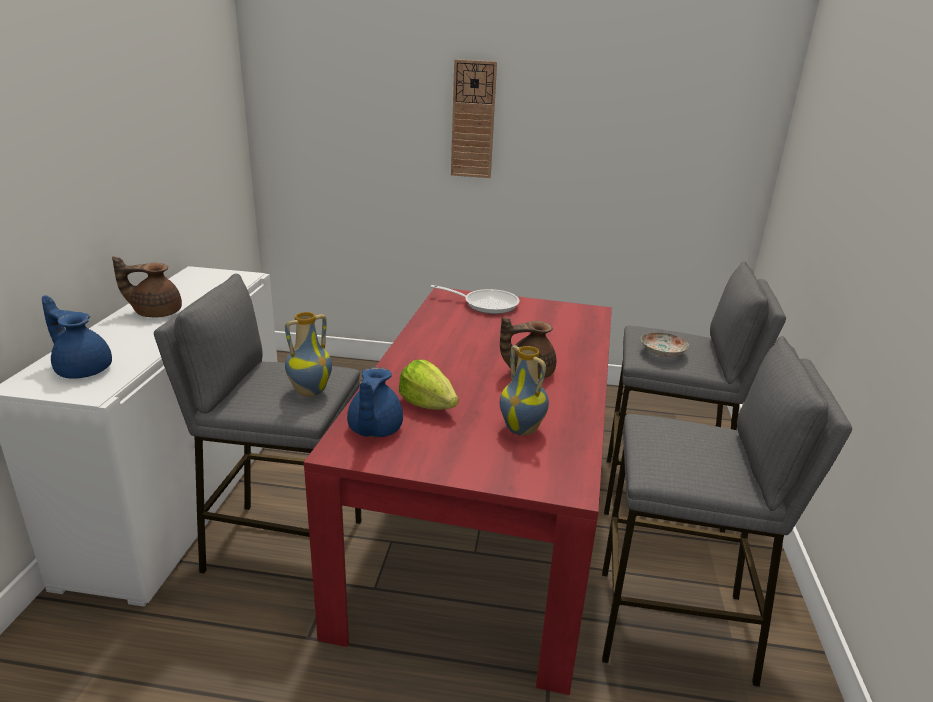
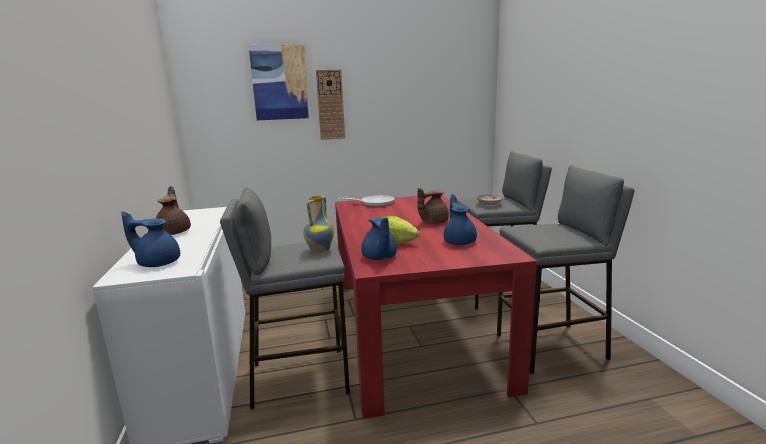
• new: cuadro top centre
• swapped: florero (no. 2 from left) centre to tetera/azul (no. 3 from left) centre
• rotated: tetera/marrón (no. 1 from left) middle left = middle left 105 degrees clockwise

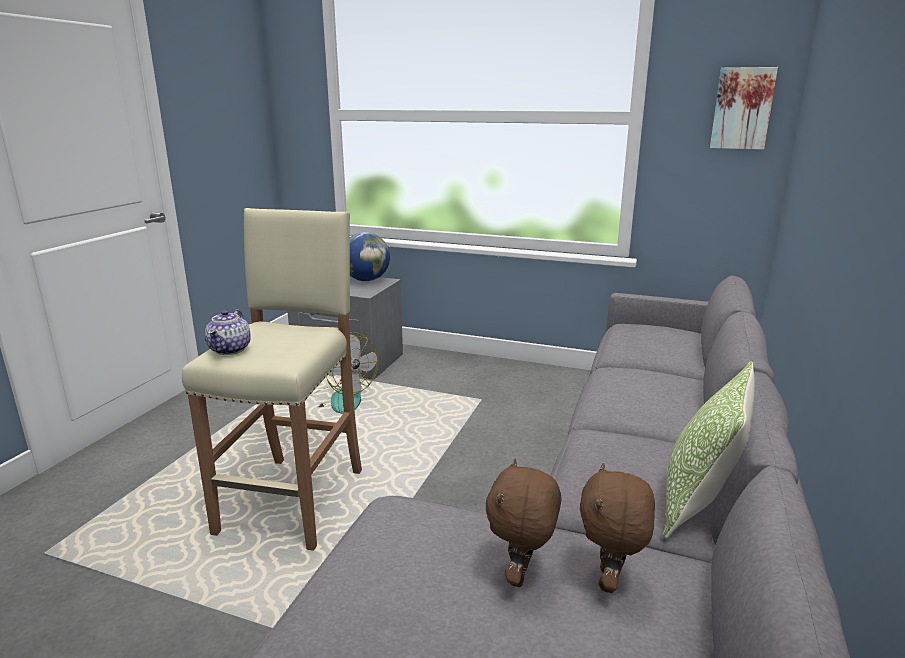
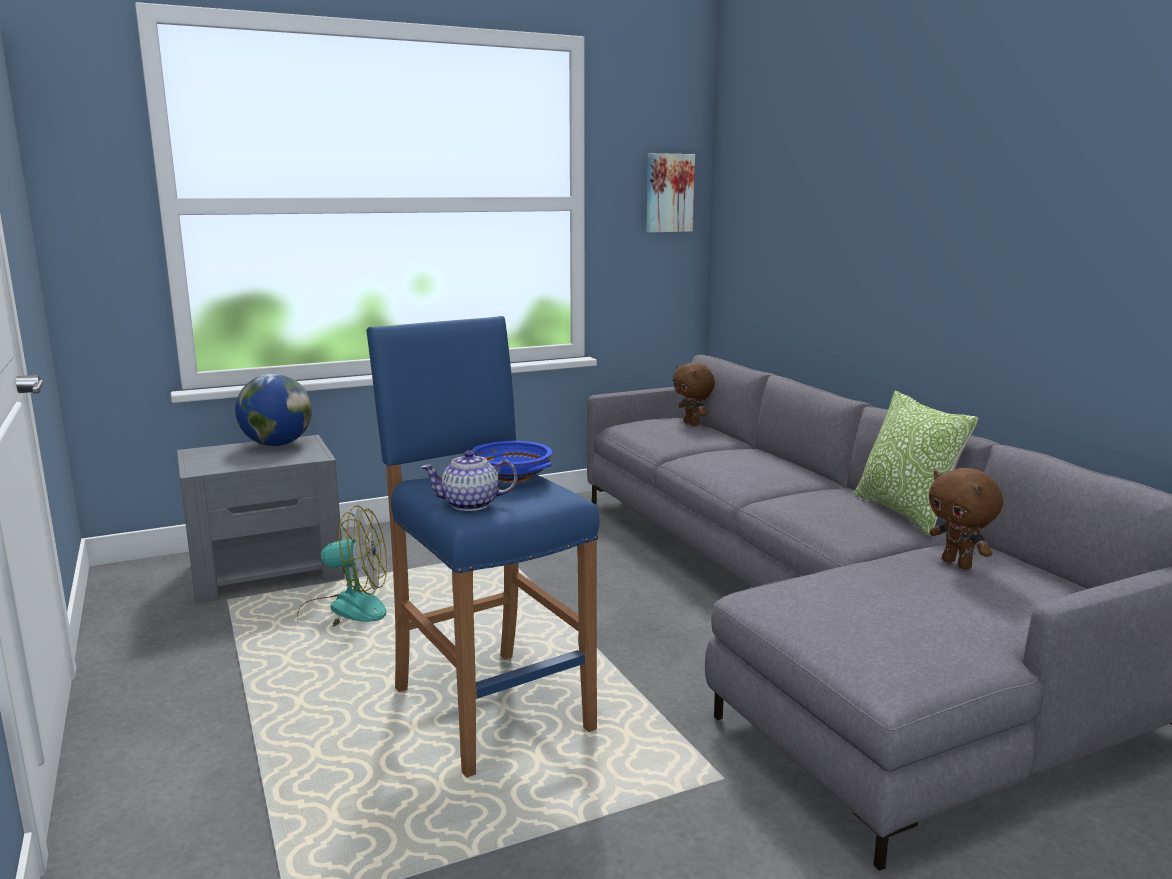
• new: cuenco/azul centre
• shifted: peluche/marrón (no. 1 from left) bottom centre to centre
• repainted: taburete/beis middle left to taburete/azul centre
• rotated: tetera middle left = centre 120 degrees clockwise

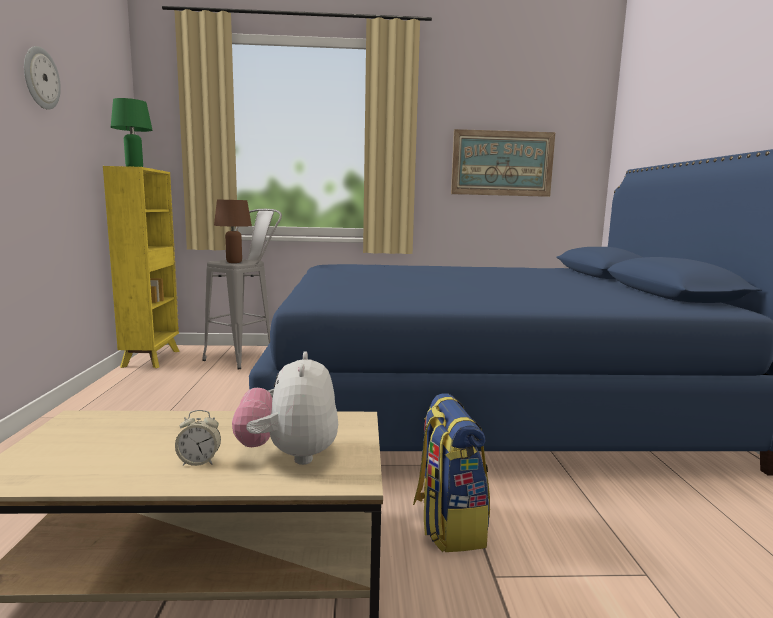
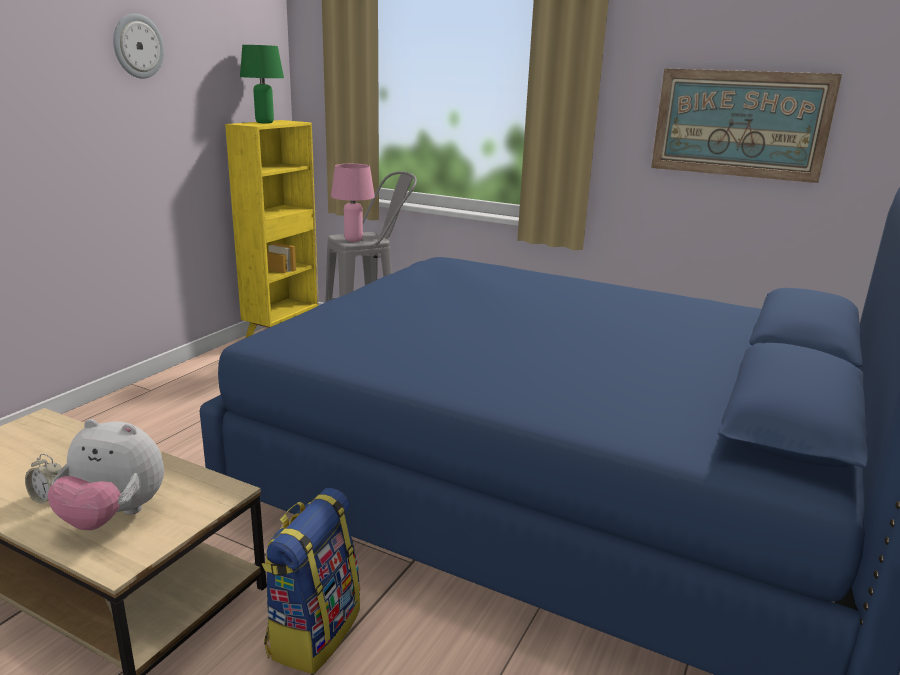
• repainted: lámpara de mesa/marrón middle left to lámpara de mesa/rosa top centre
• rotated: peluche centre = bottom left 105 degrees counterclockwise

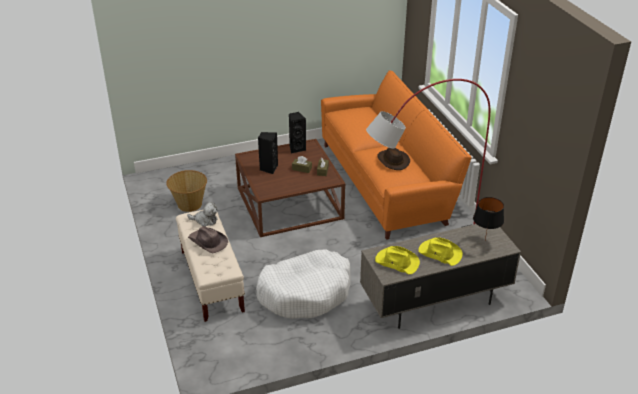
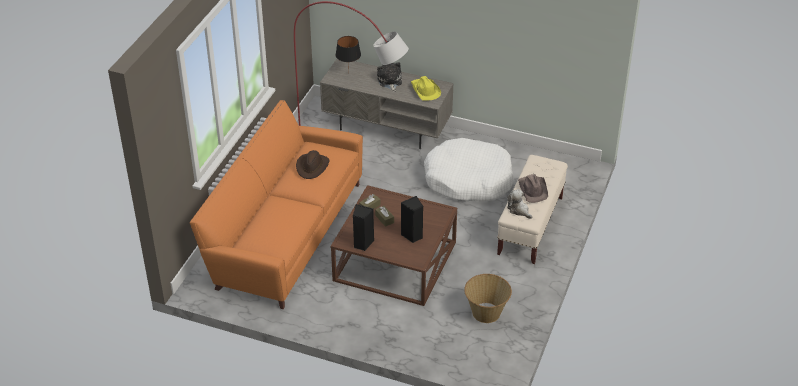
• swapped: sombrero/amarillo (no. 2 from left) middle right to peluche (no. 1 from left) top centre

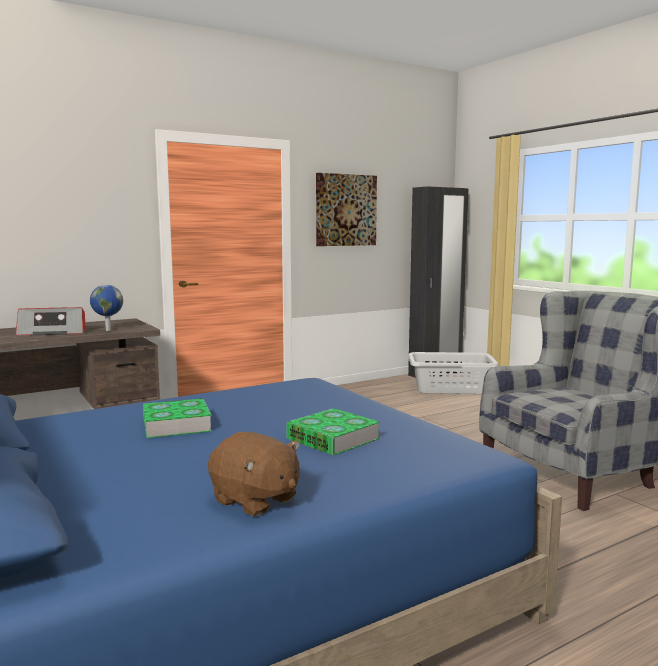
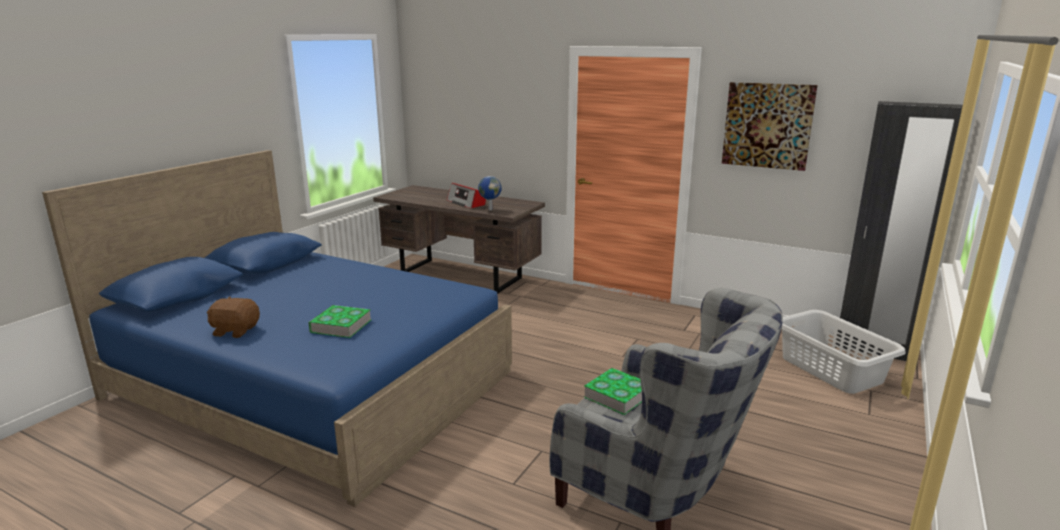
• shifted: libro (no. 1 from left in the first image) middle left to libro (no. 2 from left) bottom centre
• rotated: peluche/marrón bottom centre = middle left 90 degrees clockwise

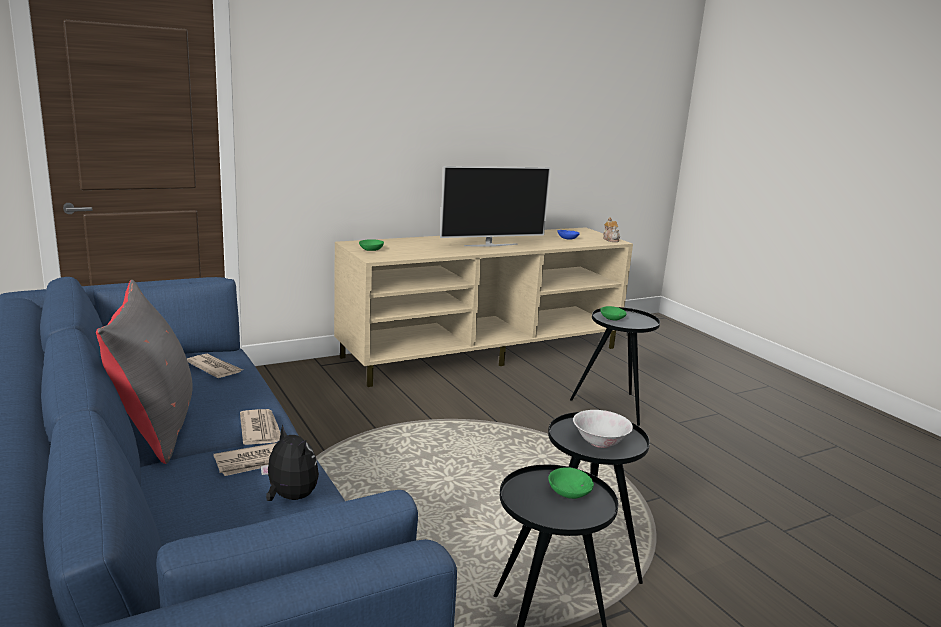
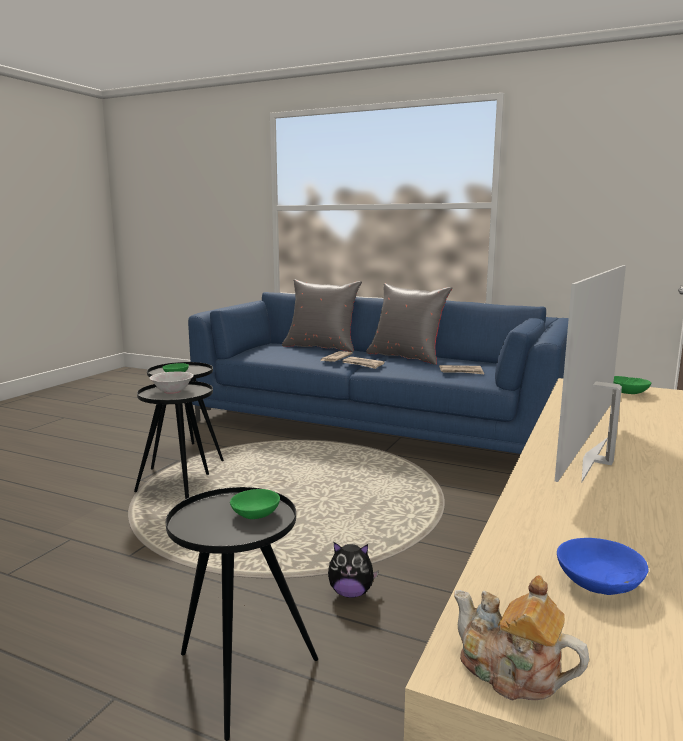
• new: cojín/gris (no. 1 from left) centre
• shifted: peluche bottom left to bottom centre

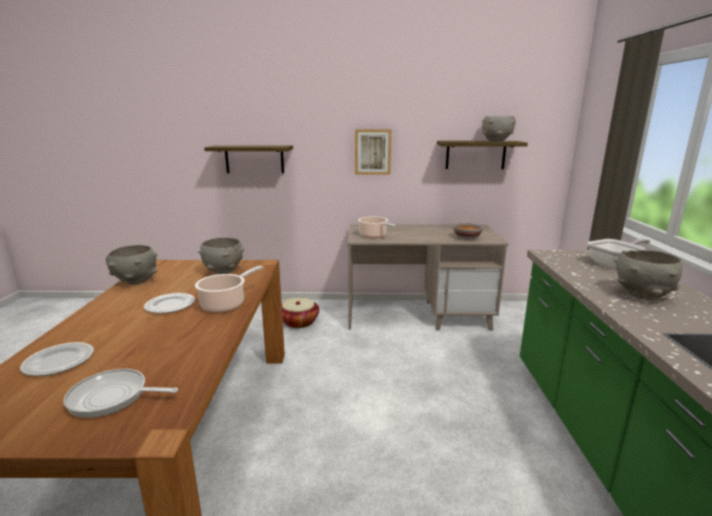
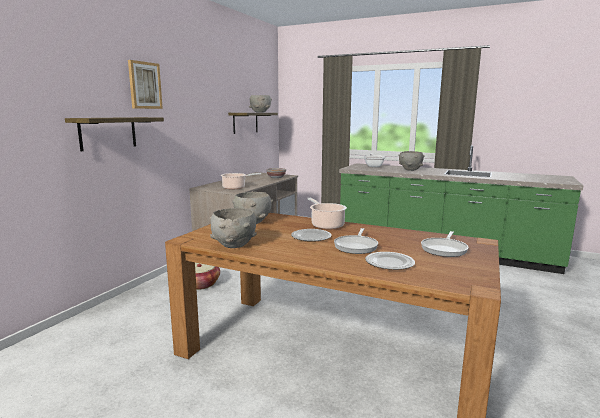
• new: sartén (no. 1 from left) centre
• shifted: cuadro top centre to top left

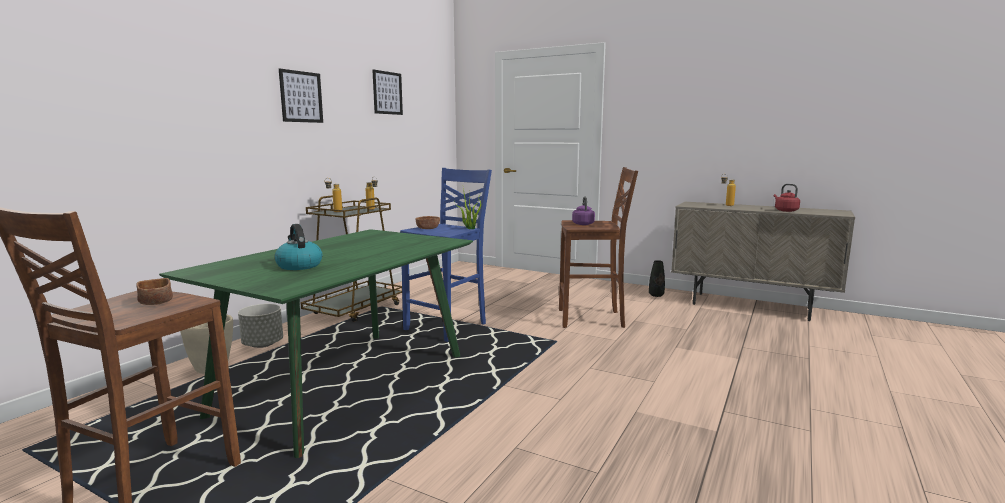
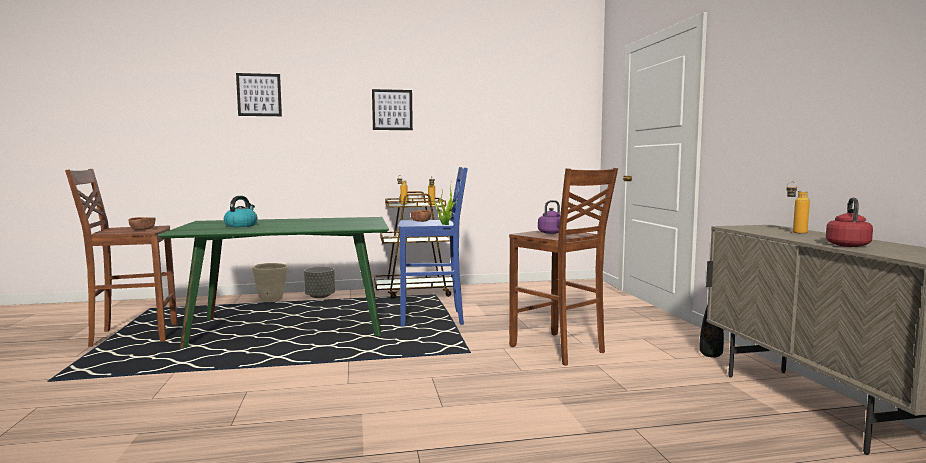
• shifted: cuadro (no. 2 from left in the first image) top centre to cuadro (no. 1 from left) top left

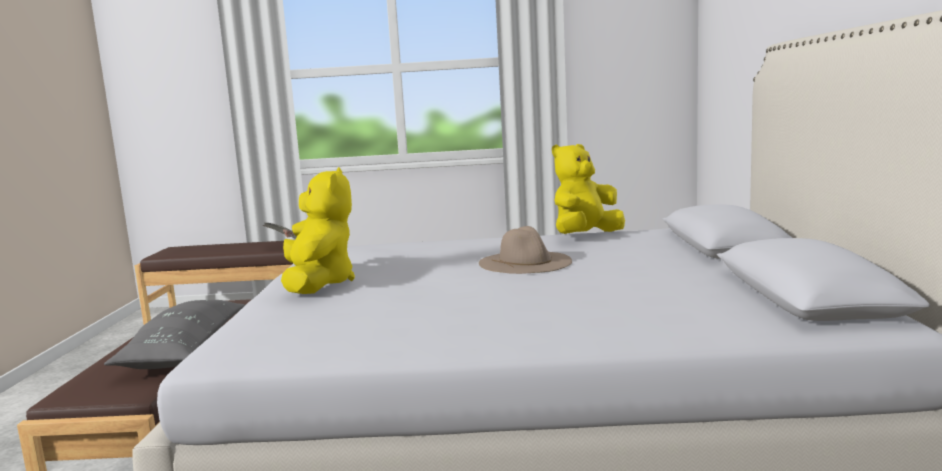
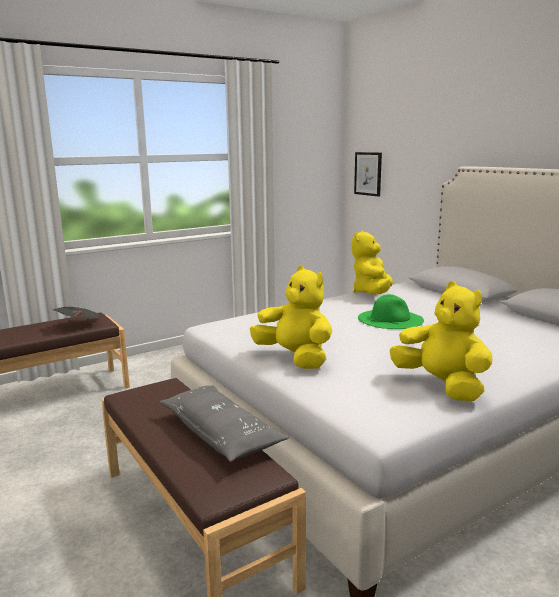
• new: cuadro top centre
• new: peluche/amarillo (no. 3 from left) middle right
• repainted: sombrero/beis centre to sombrero/verde middle right

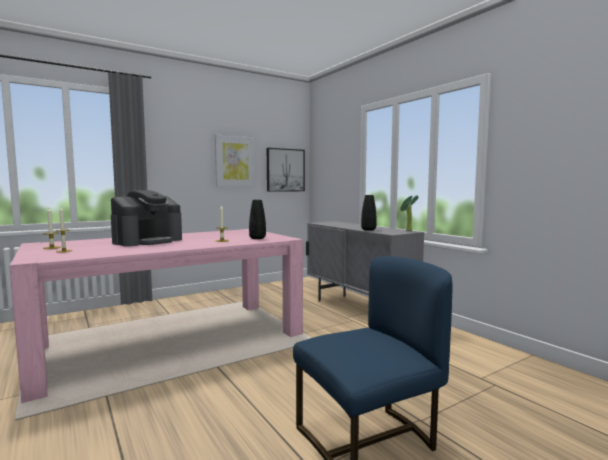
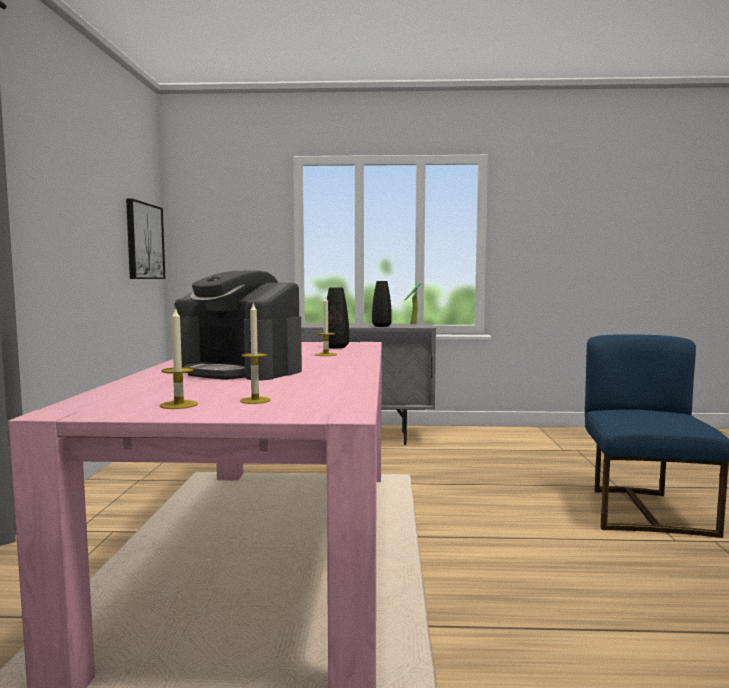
• gone: cuadro (no. 1 from left) centre
• rotated: cafetera middle left = middle left 135 degrees clockwise

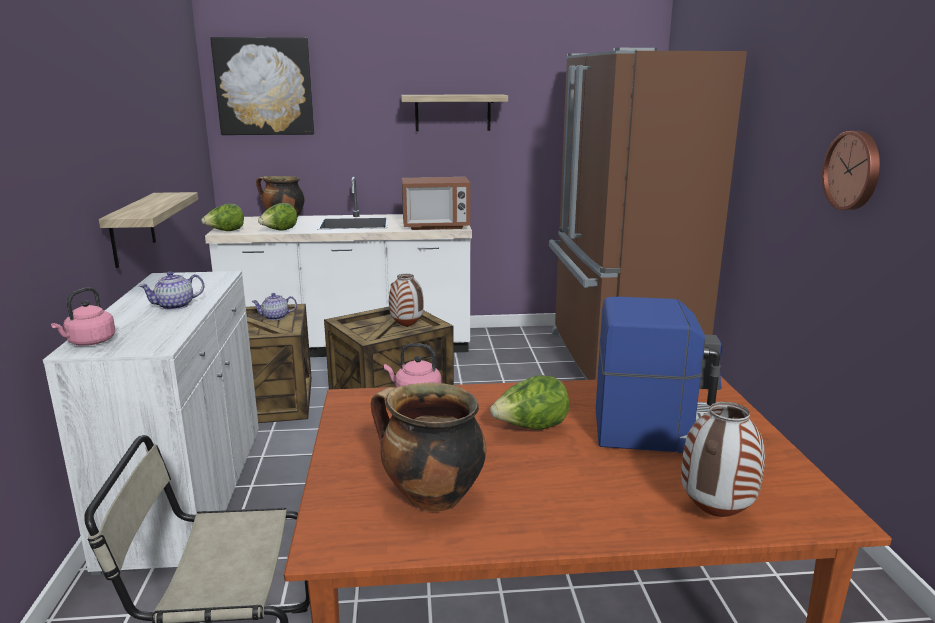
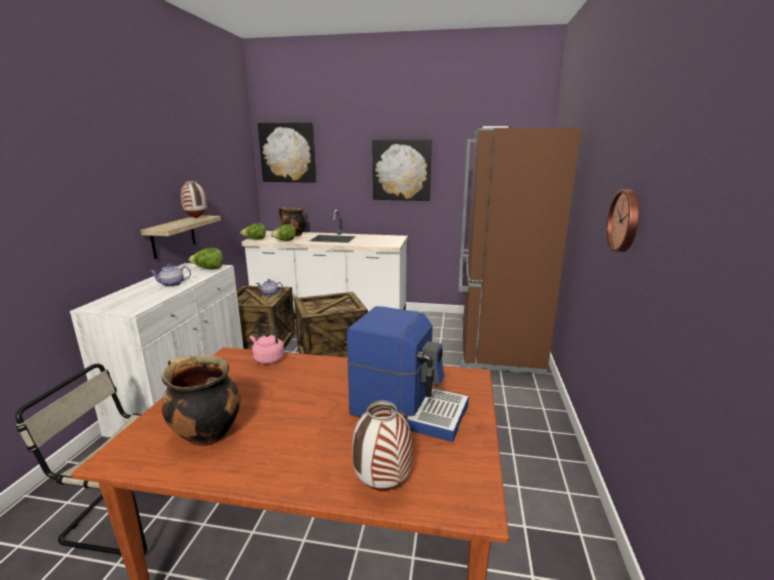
• gone: hervidor/rosa (no. 1 from left) middle left
• gone: microondas top centre
• shifted: florero (no. 1 from left) centre to middle left
• shifted: lechuga (no. 3 from left in the first image) centre to lechuga (no. 1 from left) middle left
• swapped: estante (no. 2 from left) top centre to cuadro (no. 2 from left) top centre

